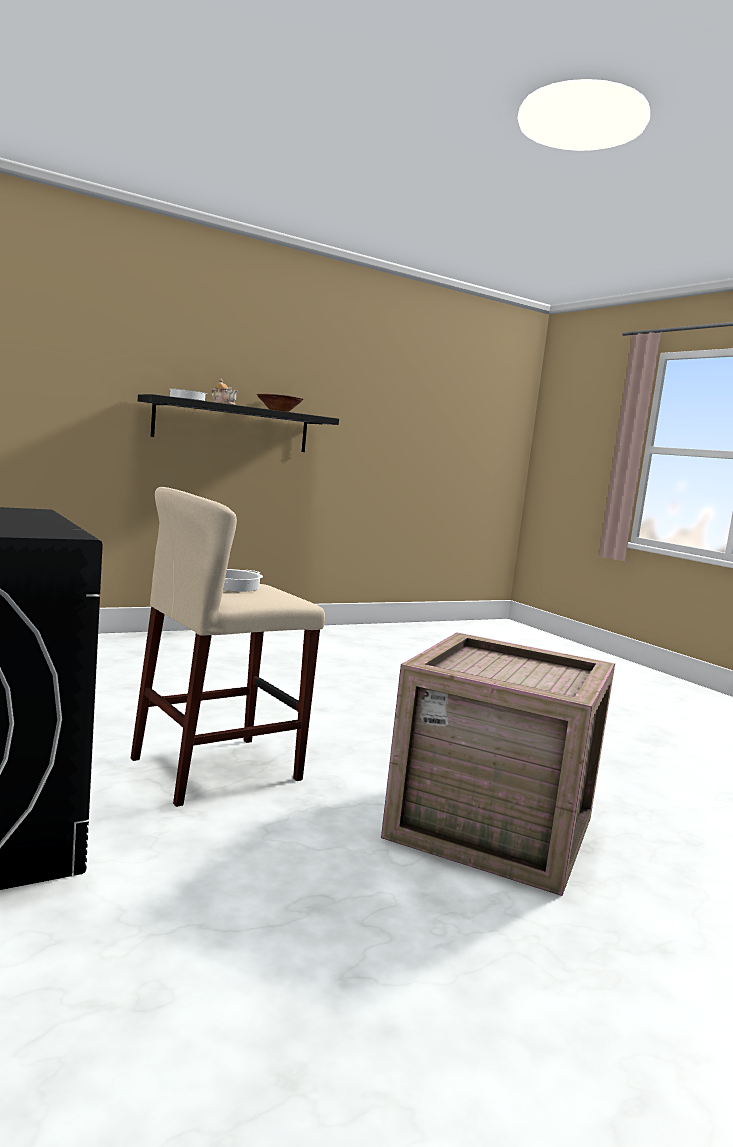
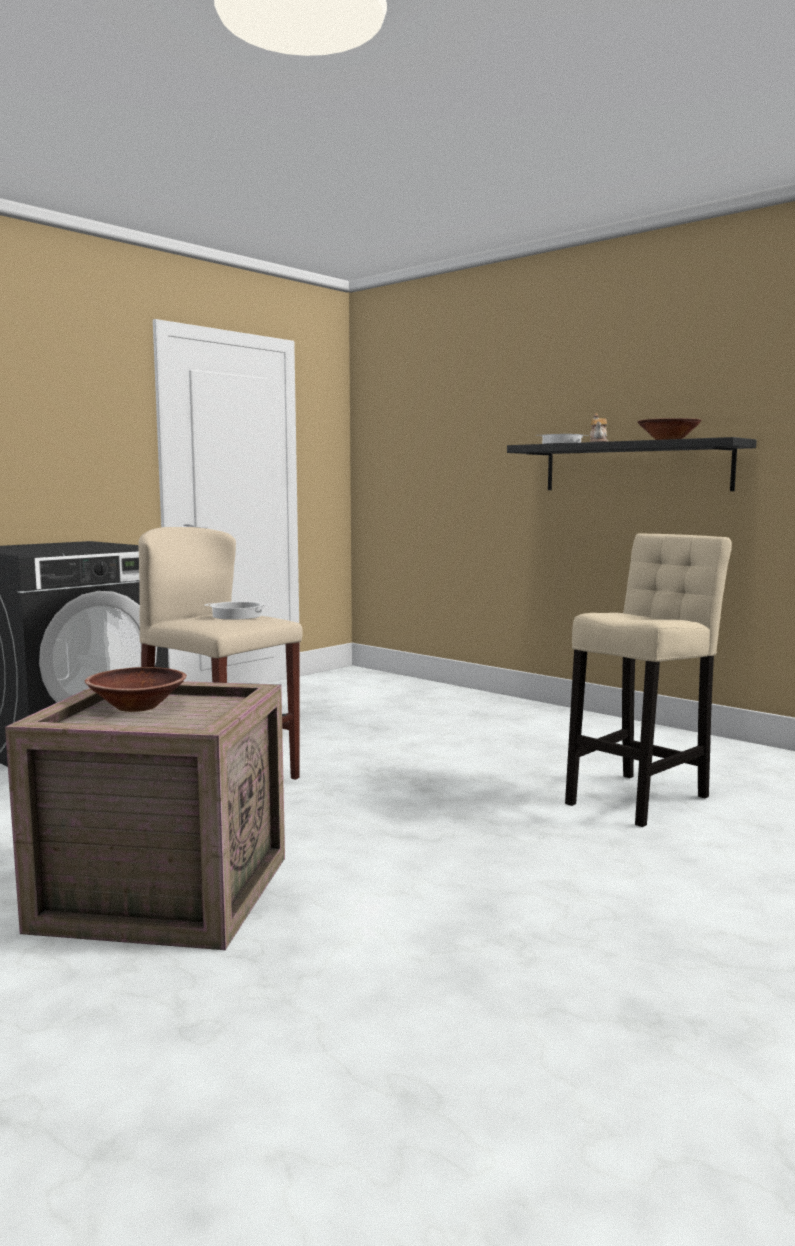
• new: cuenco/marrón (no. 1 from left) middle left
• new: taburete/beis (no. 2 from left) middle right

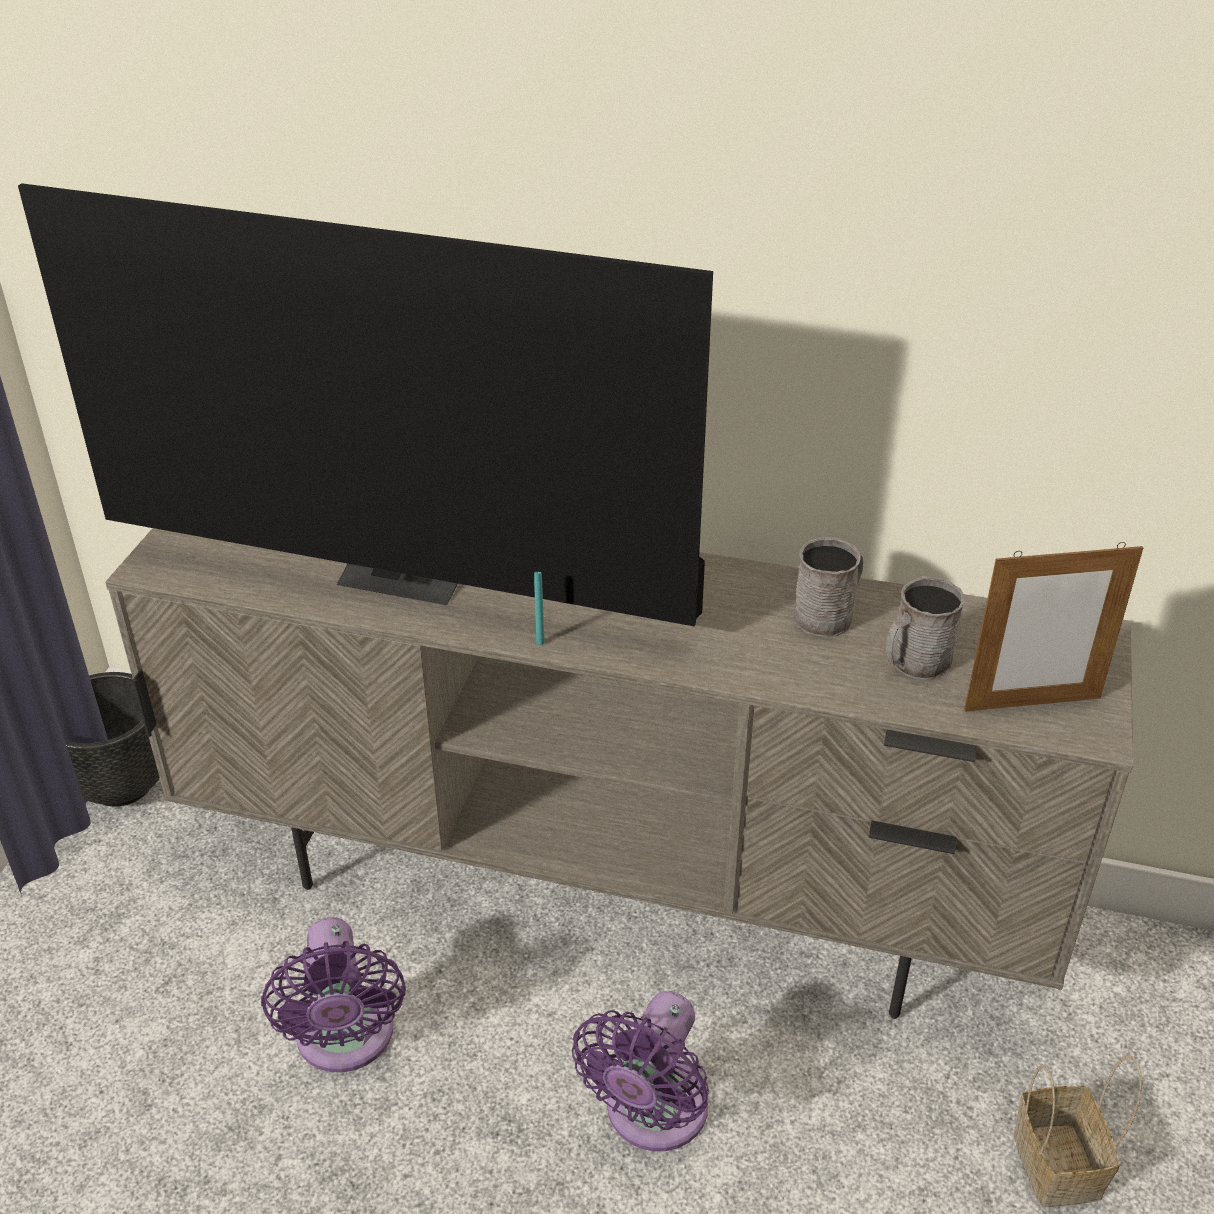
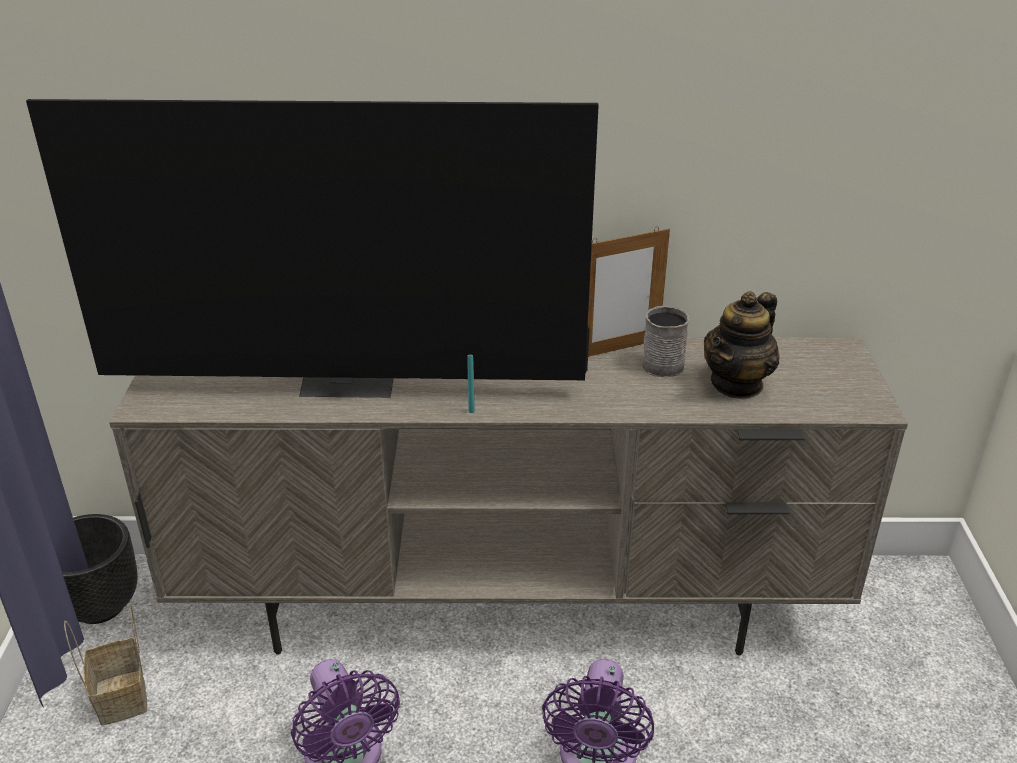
• shifted: portarretratos middle right to centre
• shifted: cesta bottom right to bottom left
• swapped: taza grande/gris (no. 2 from left) middle right to tetera middle right

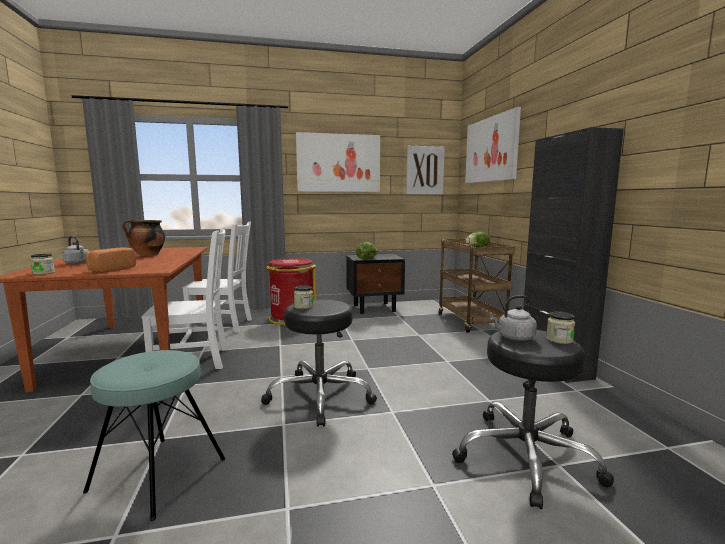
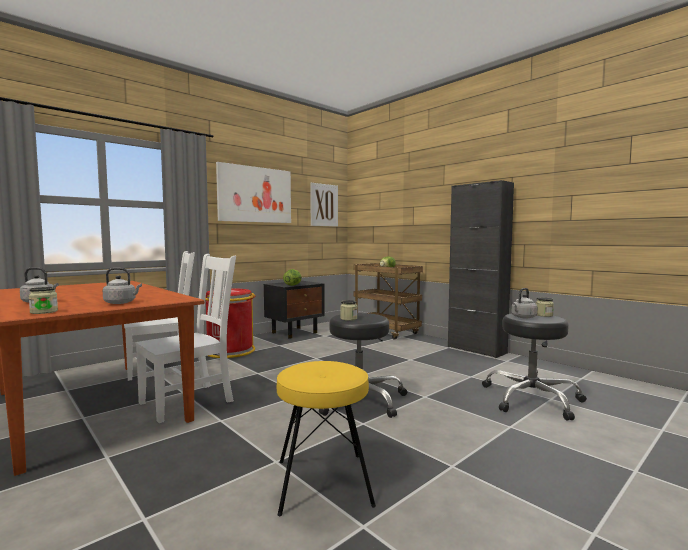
• gone: olla middle left
• gone: cuadro (no. 3 from left) top right
• swapped: pan middle left to hervidor/gris (no. 2 from left) middle left
• repainted: taburete/turquesa bottom left to taburete/amarillo bottom centre

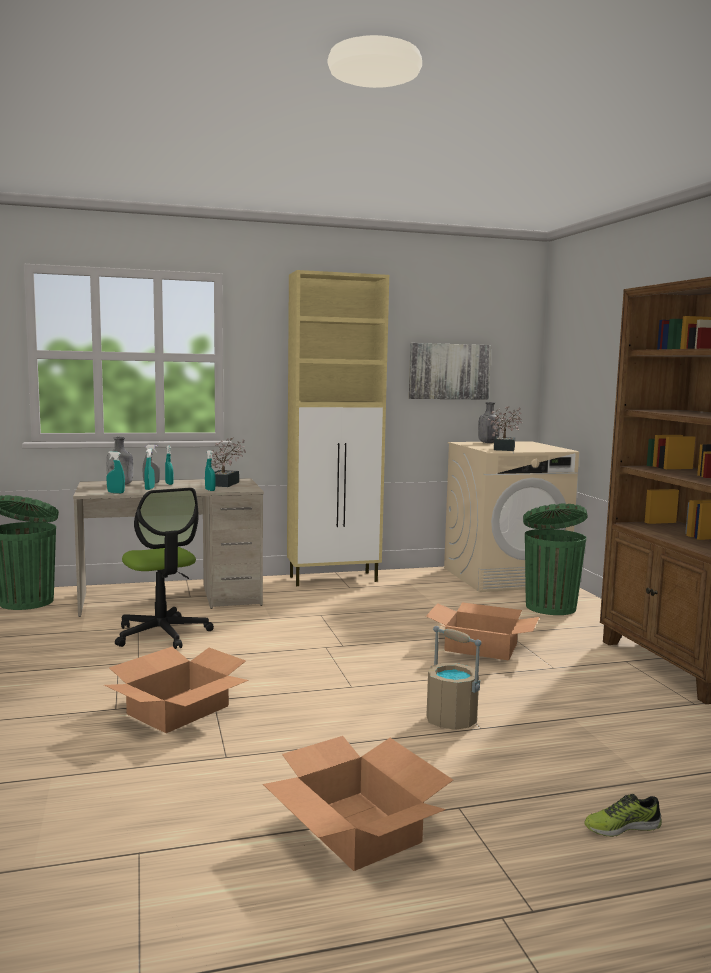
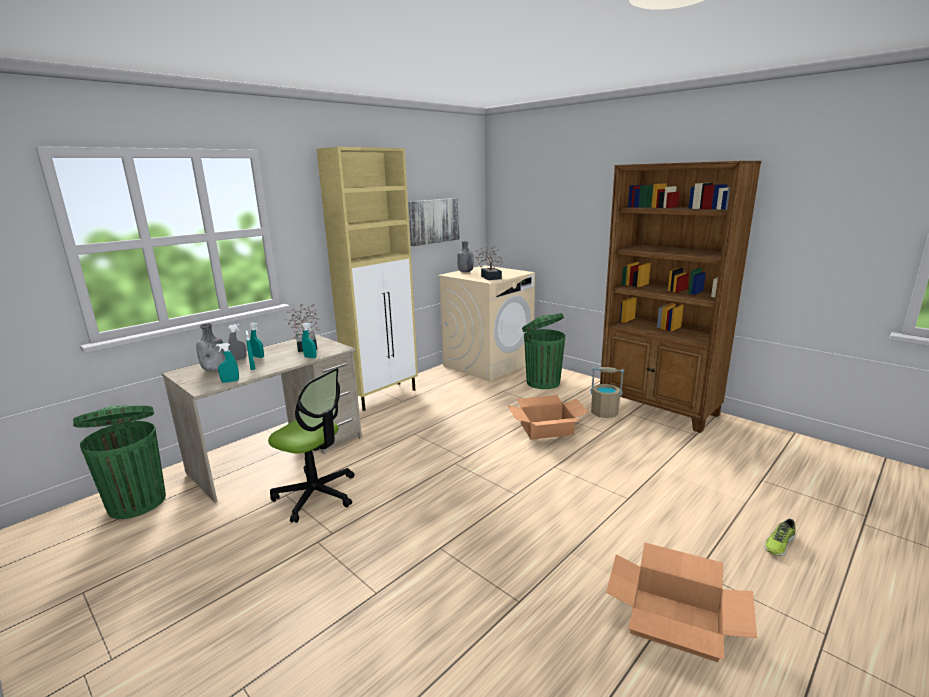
• gone: caja de cartón (no. 1 from left) bottom left
• shifted: cubo/beis bottom centre to centre

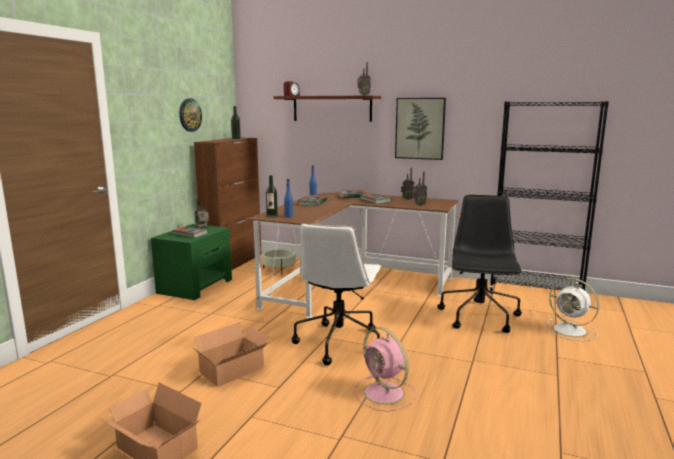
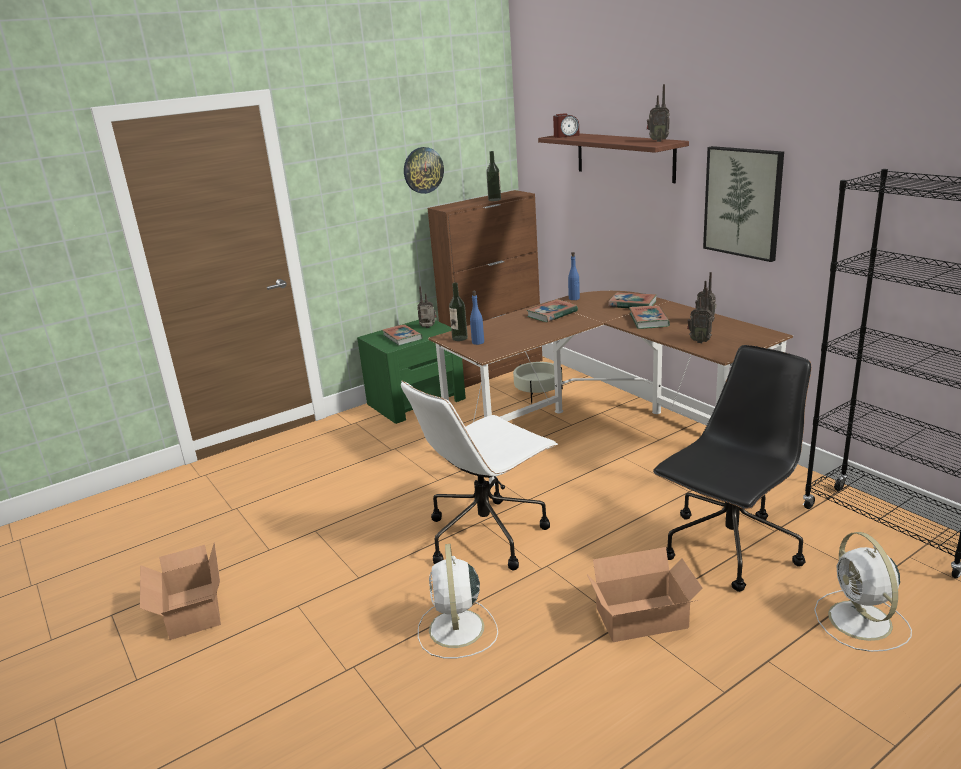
• shifted: caja de cartón (no. 2 from left) bottom centre to bottom right
• repainted: ventilador/rosa bottom centre to ventilador/blanco (no. 1 from left) bottom centre

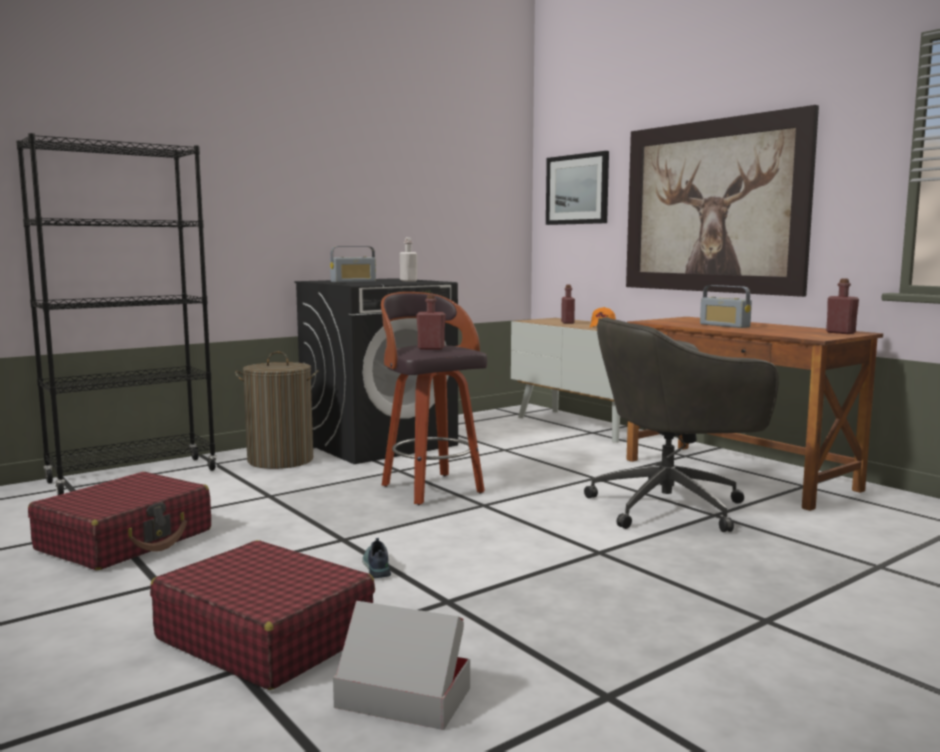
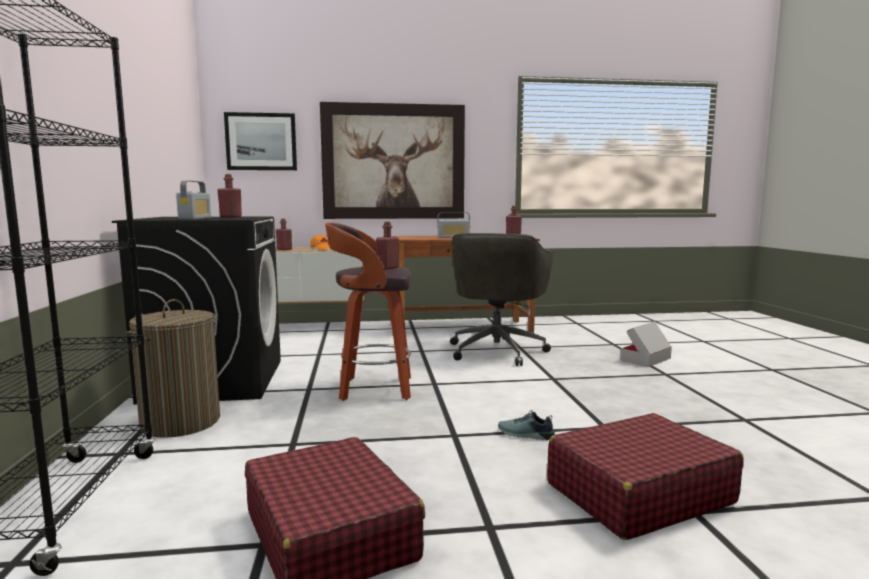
• shifted: caja de cartón bottom centre to middle right
• repainted: botella/blanco centre to botella/rojo (no. 1 from left) middle left

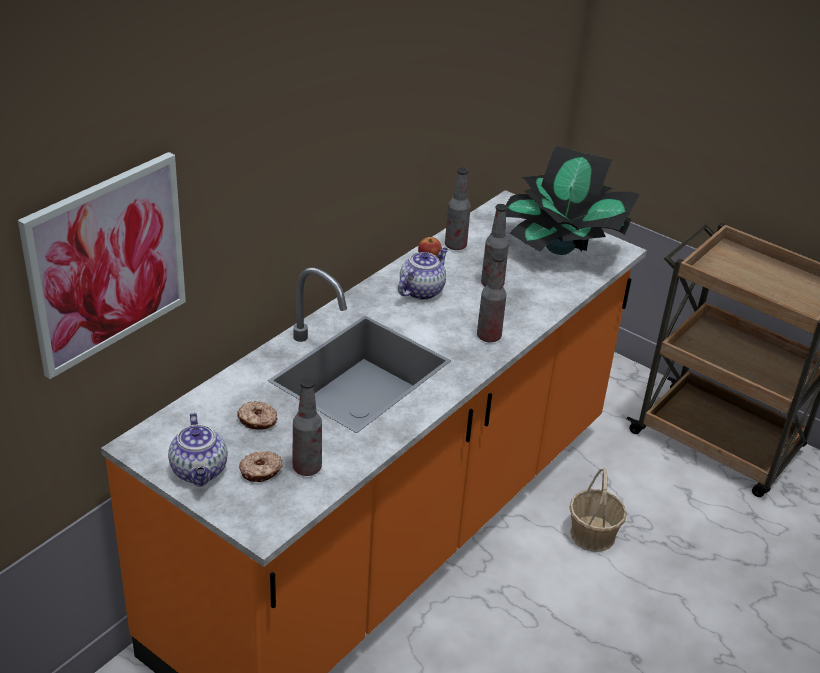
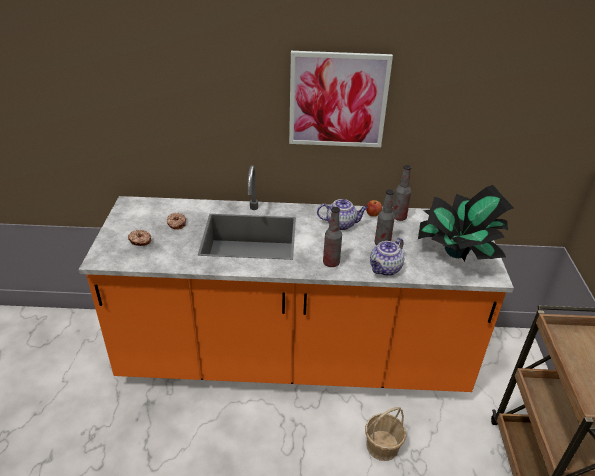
• gone: botella (no. 1 from left) centre
• shifted: cuadro middle left to top centre
• shifted: tetera (no. 1 from left in the first image) bottom left to tetera (no. 2 from left) centre

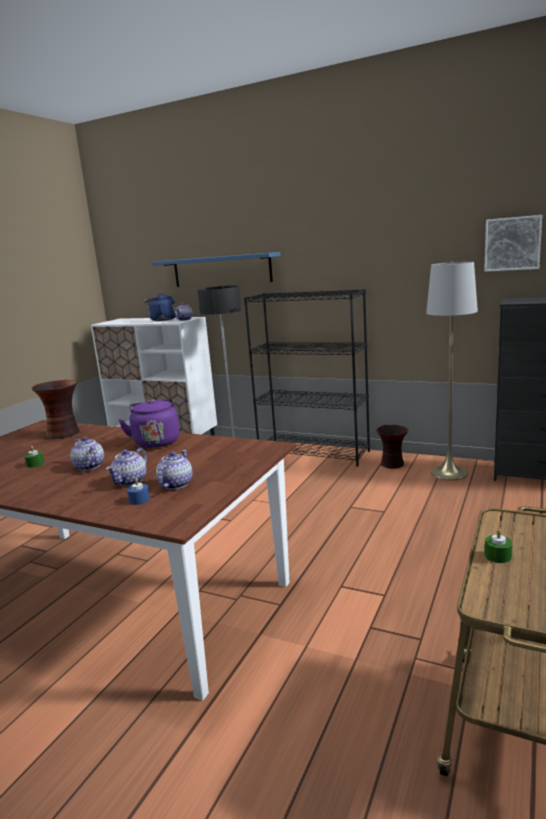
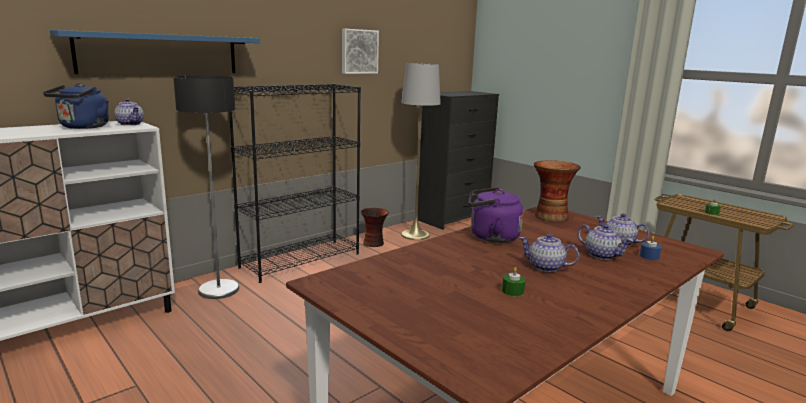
• shifted: florero (no. 1 from left in the first image) middle left to florero (no. 2 from left) middle right
• shifted: cuadro top right to top centre
• rotated: tetera (no. 1 from left in the first image) middle left = middle right 45 degrees clockwise

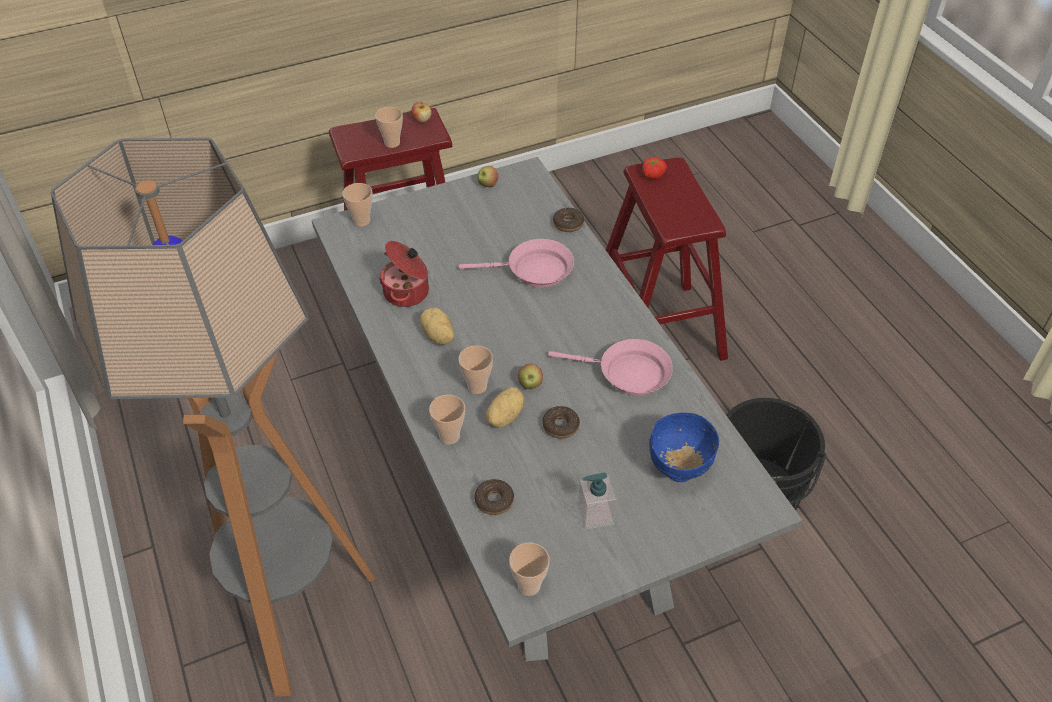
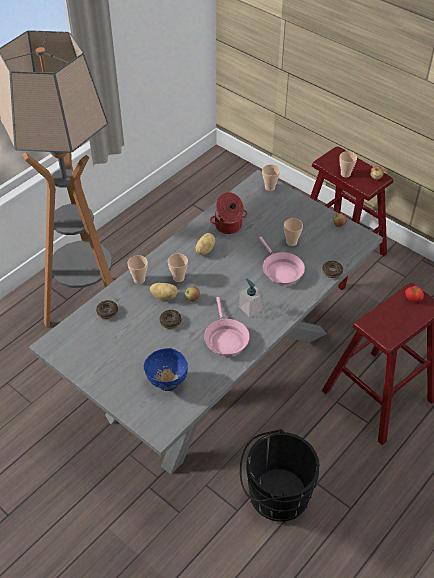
• shifted: taza (no. 5 from left in the first image) bottom centre to taza (no. 4 from left) middle right
• shifted: dispensador de jabón bottom centre to centre

